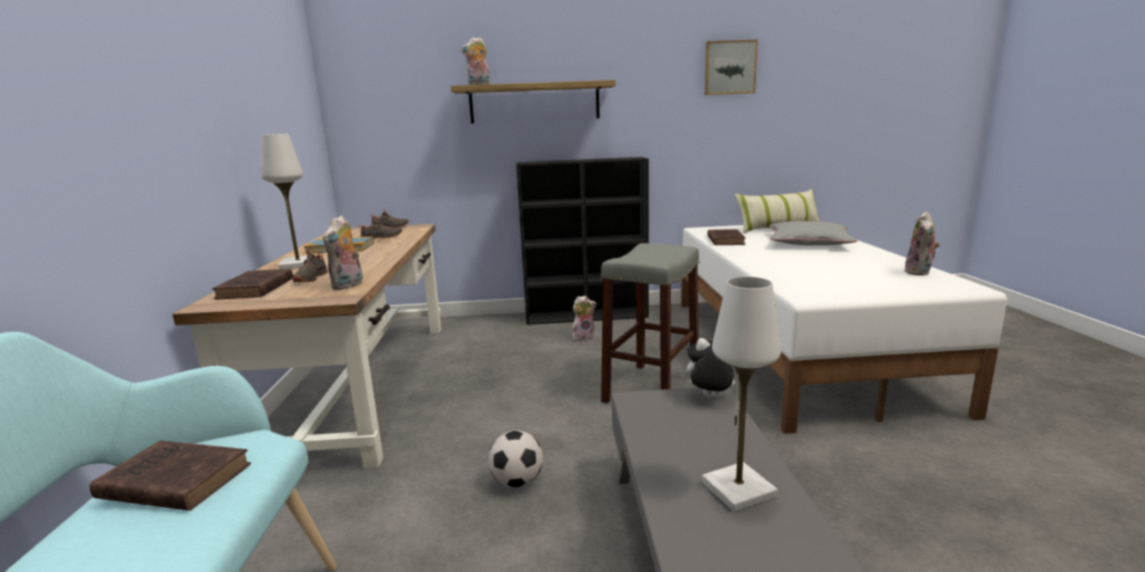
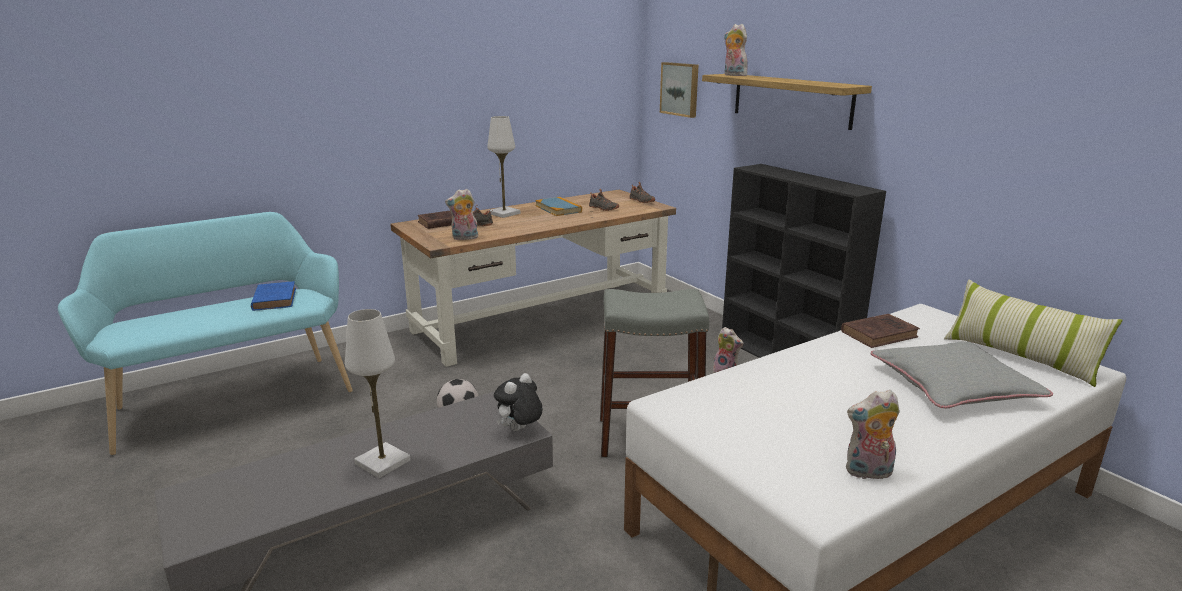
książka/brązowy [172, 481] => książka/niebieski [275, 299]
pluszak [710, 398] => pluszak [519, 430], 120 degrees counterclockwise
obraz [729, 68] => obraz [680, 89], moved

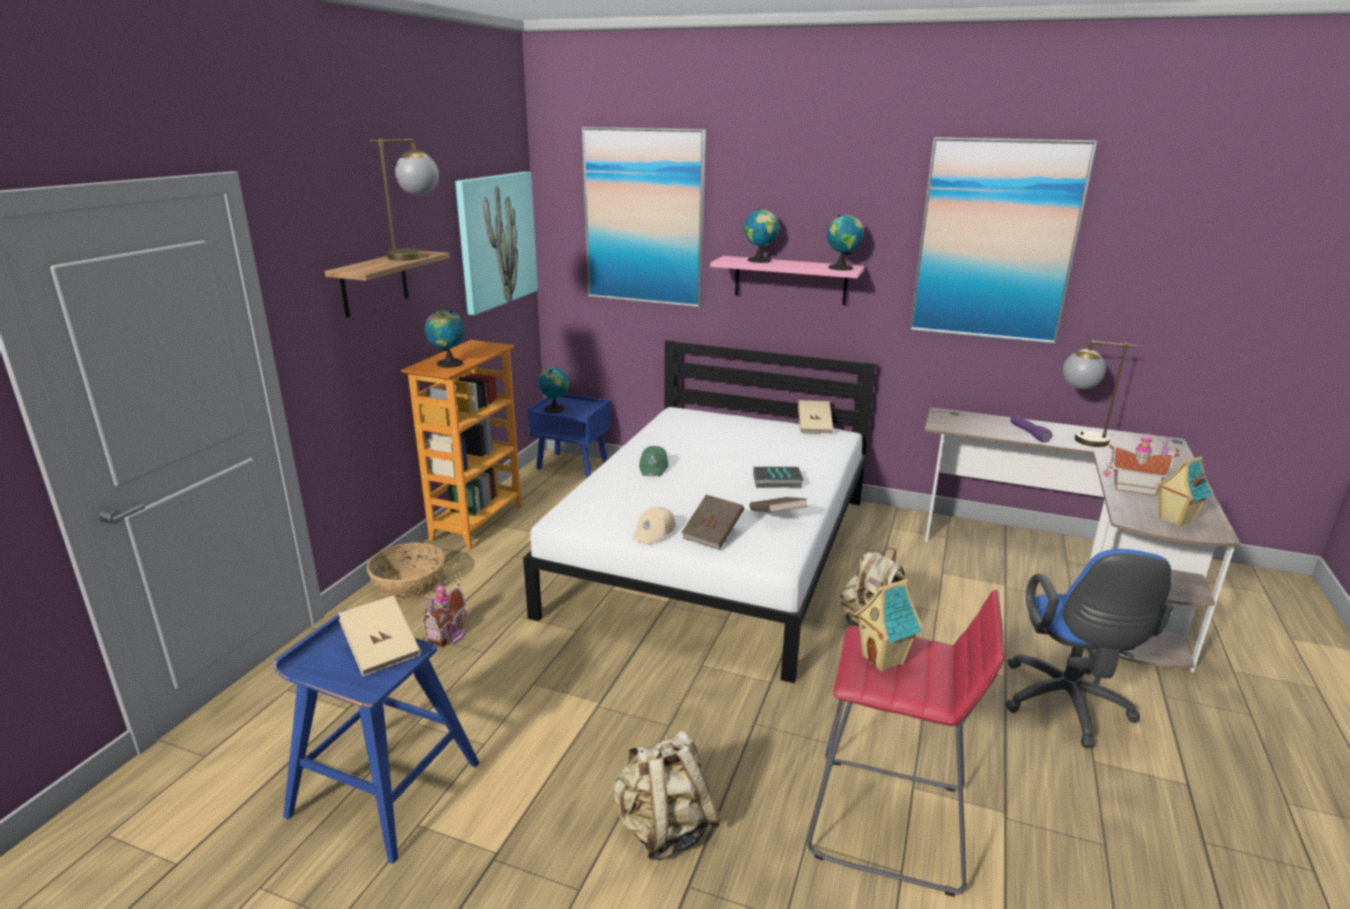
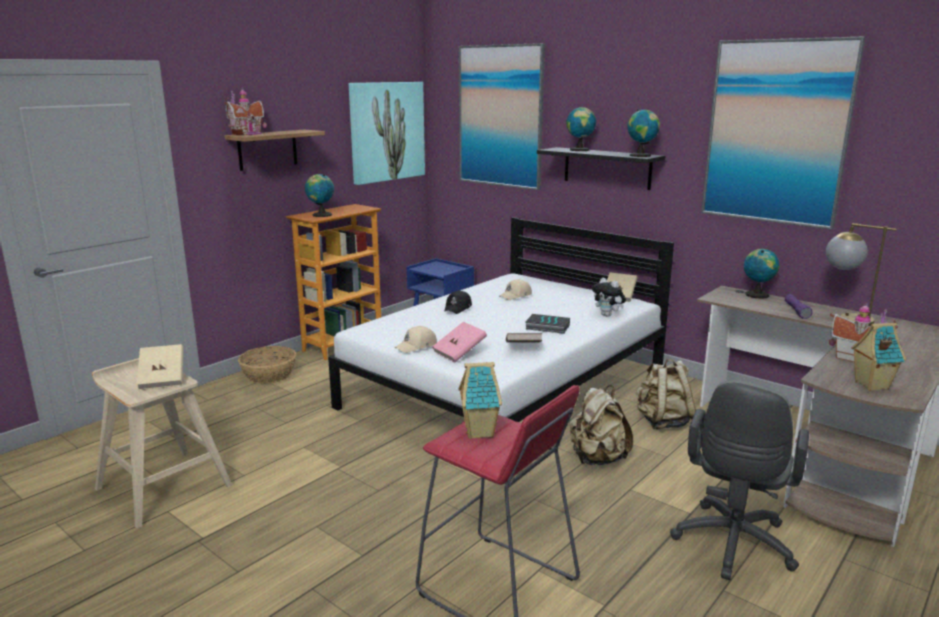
stołek/niebieski [383, 788] => stołek/beżowy [163, 486]
lampa stołowa [417, 256] => nothing
domek [450, 636] => domek [248, 134], moved
globus [554, 409] => globus [757, 294], moved
plecak/beżowy [664, 828] => plecak/beżowy [663, 422], moved
czapka z daszkiem/zielony [654, 467] => czapka z daszkiem/czarny [458, 308]
książka/brązowy [712, 534] => książka/różowy [459, 353]
półka/różowy [790, 280] => półka/czarny [607, 168]
krzesło biurowe/niebieski [1067, 707] => krzesło biurowe/szary [732, 546]
nothing => czapka z daszkiem/beżowy [516, 295]
nothing => pluszak [608, 315]

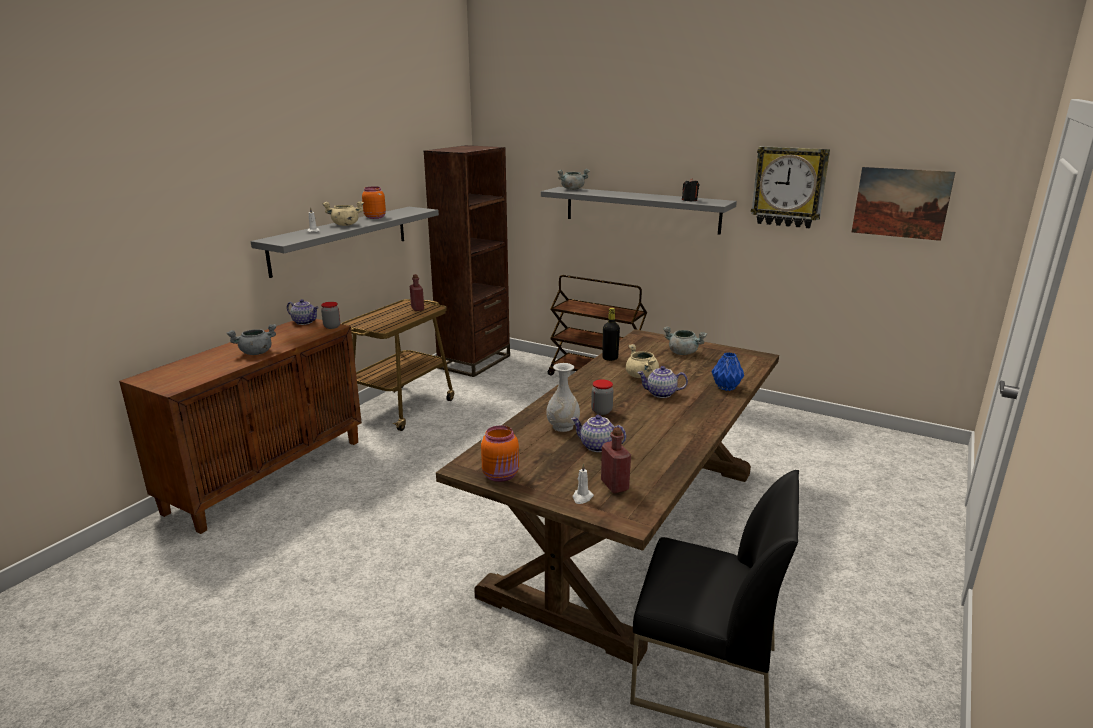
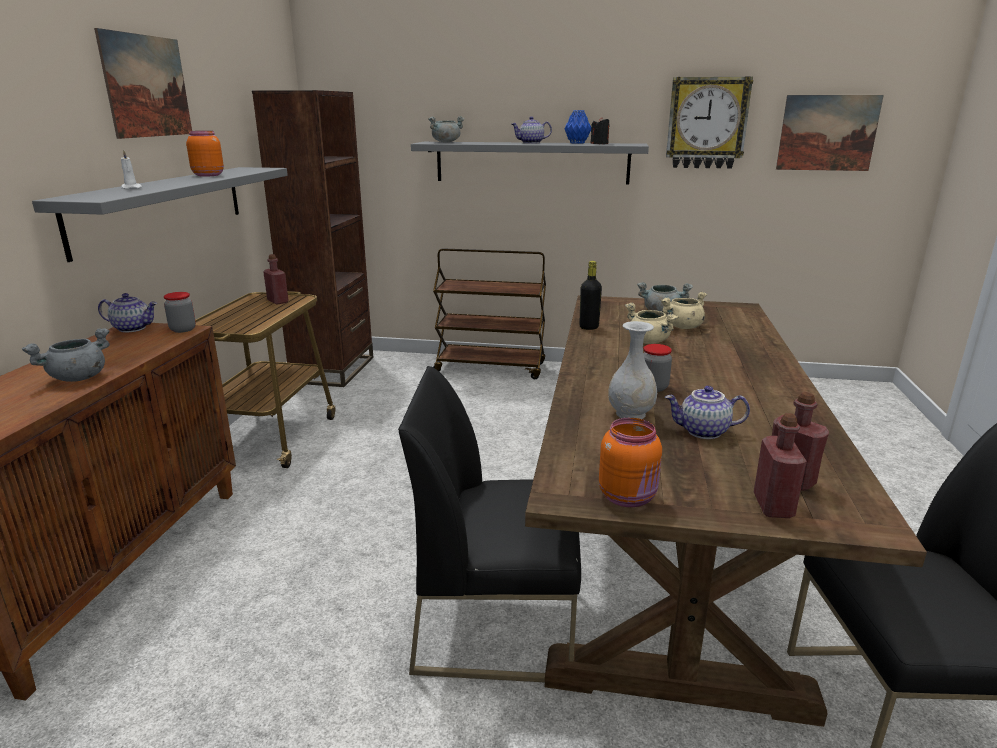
garnek/beżowy [345, 225] => garnek/beżowy [682, 327], moved
świeca/biały [582, 498] => butelka/czerwony [773, 506]
imbryk [661, 394] => imbryk [531, 143], moved
wazon/niebieski [727, 388] => wazon/niebieski [577, 143], moved
nothing => obraz [147, 86]
nothing => krzesło/czarny [497, 623]

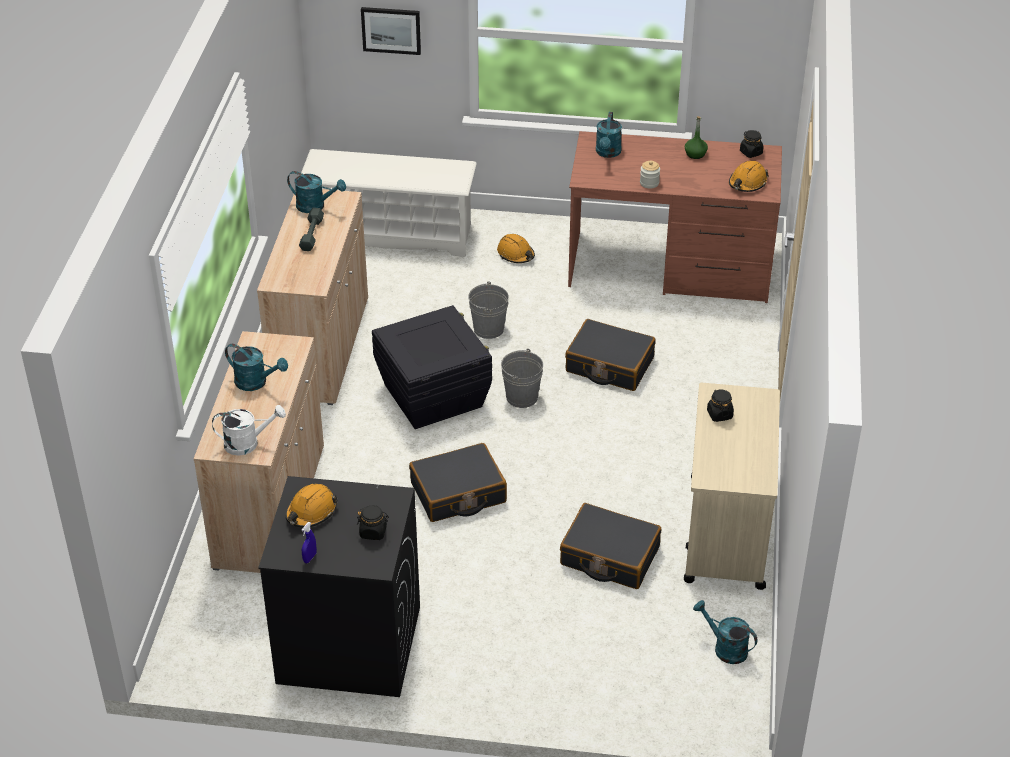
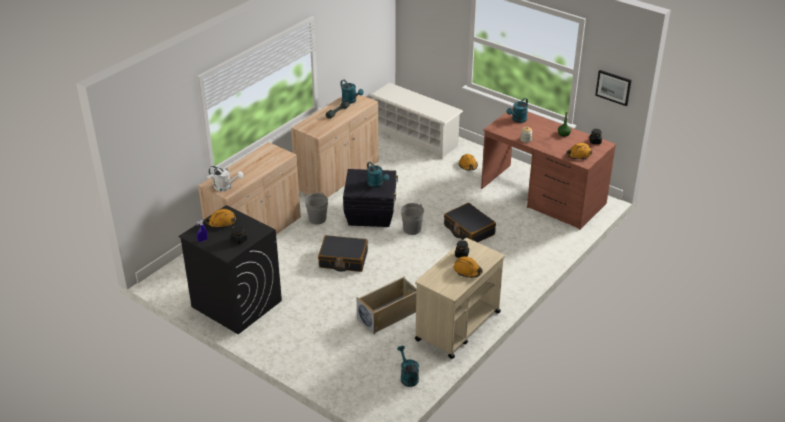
konewka/turkusowy [256, 382] => konewka/turkusowy [377, 184], moved
obraz [391, 30] => obraz [613, 87], moved
wiadro/szary [488, 329] => wiadro/szary [317, 219], moved
walizka/czarny [609, 556] => pojemnik do przechowywania/beżowy [389, 314]
nothing => kask/pomarańczowy [467, 271]

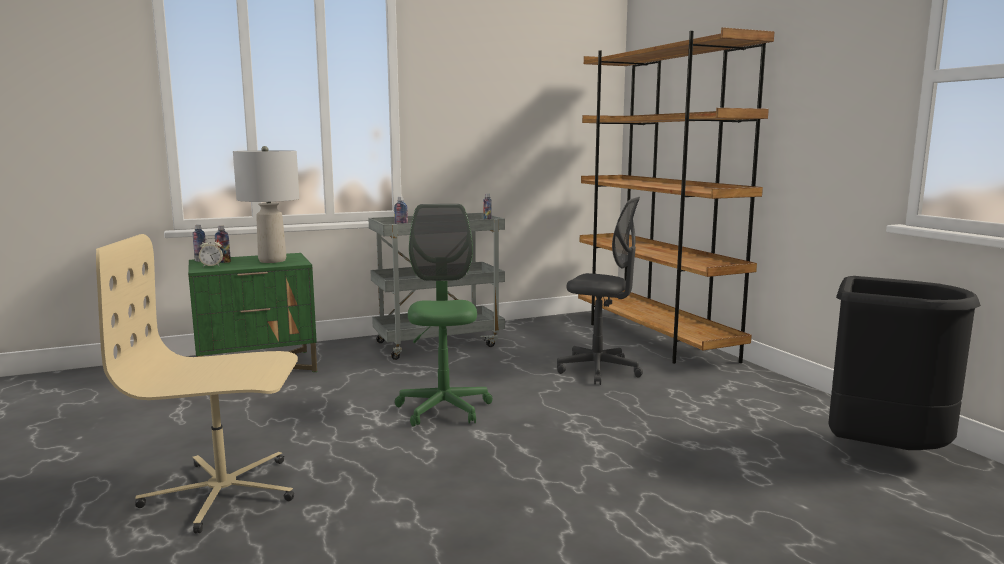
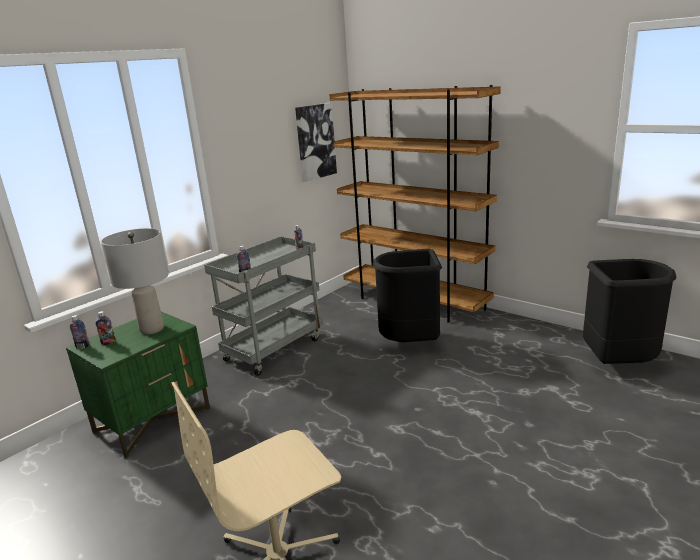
budzik [212, 266] => nothing
krzesło biurowe/zielony [443, 409] => nothing
krzesło biurowe/szary [599, 370] => kosz na śmieci/czarny [411, 343]
nothing => obraz [315, 141]

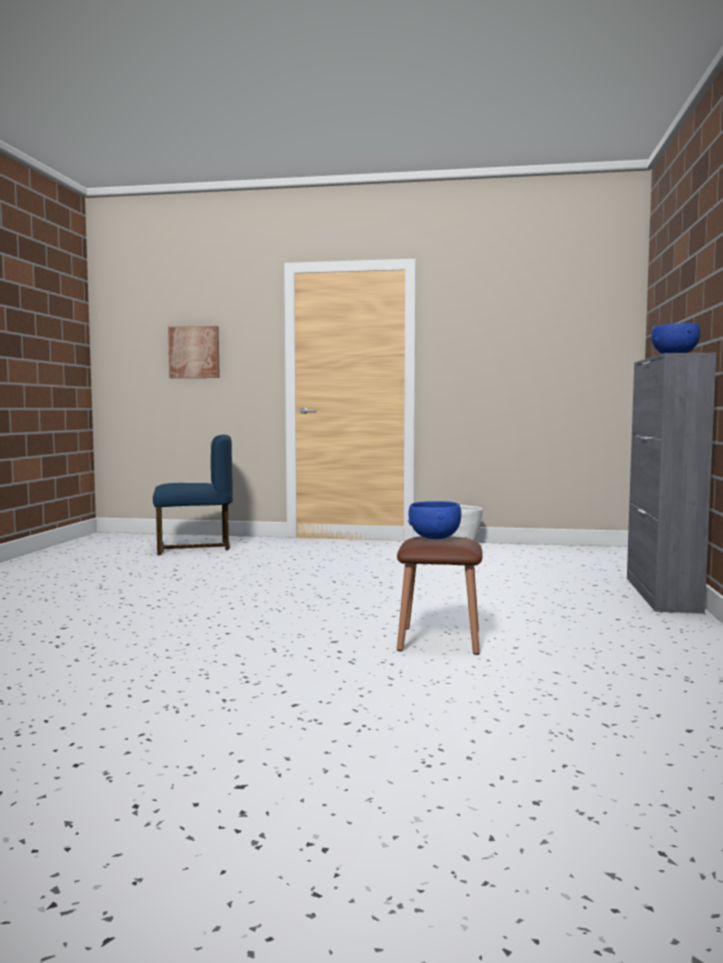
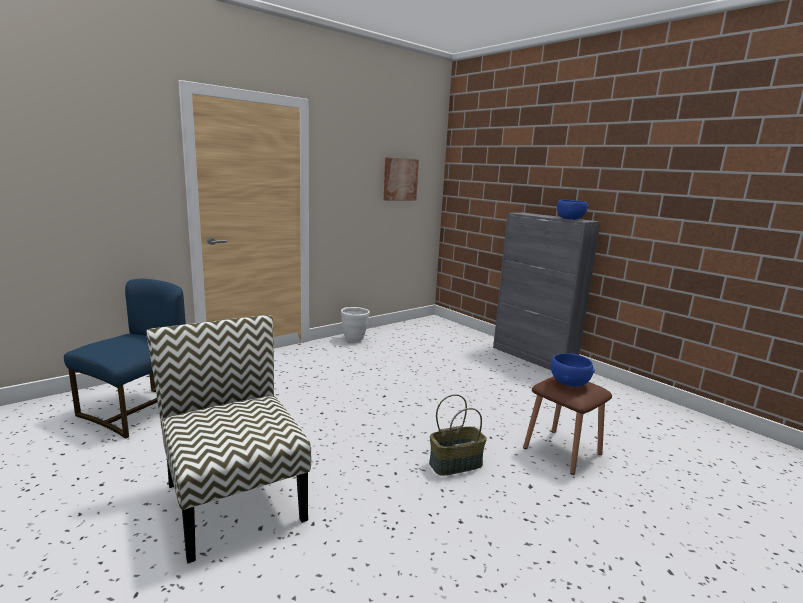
obraz [194, 352] => obraz [400, 179], moved
nothing => krzesło [234, 500]
nothing => koszyk [455, 463]

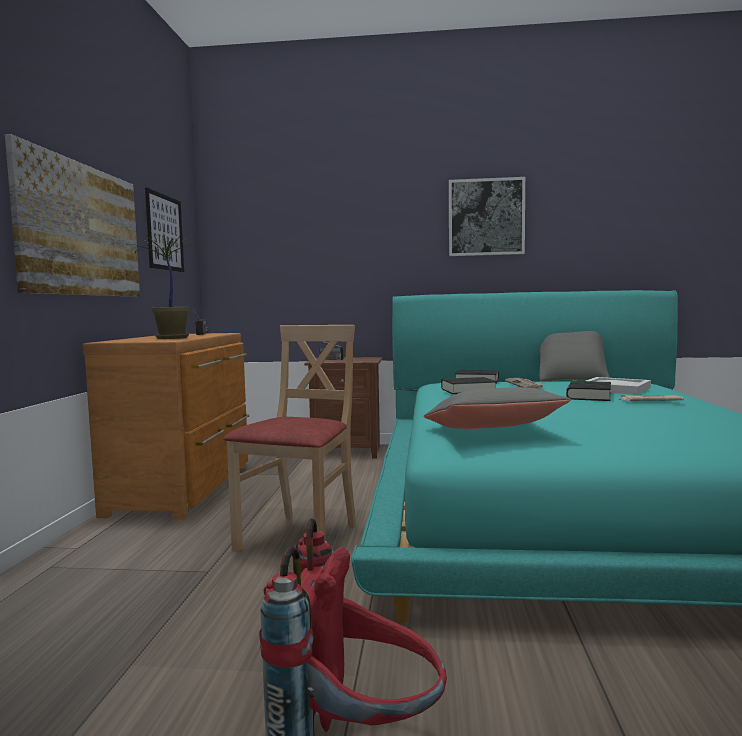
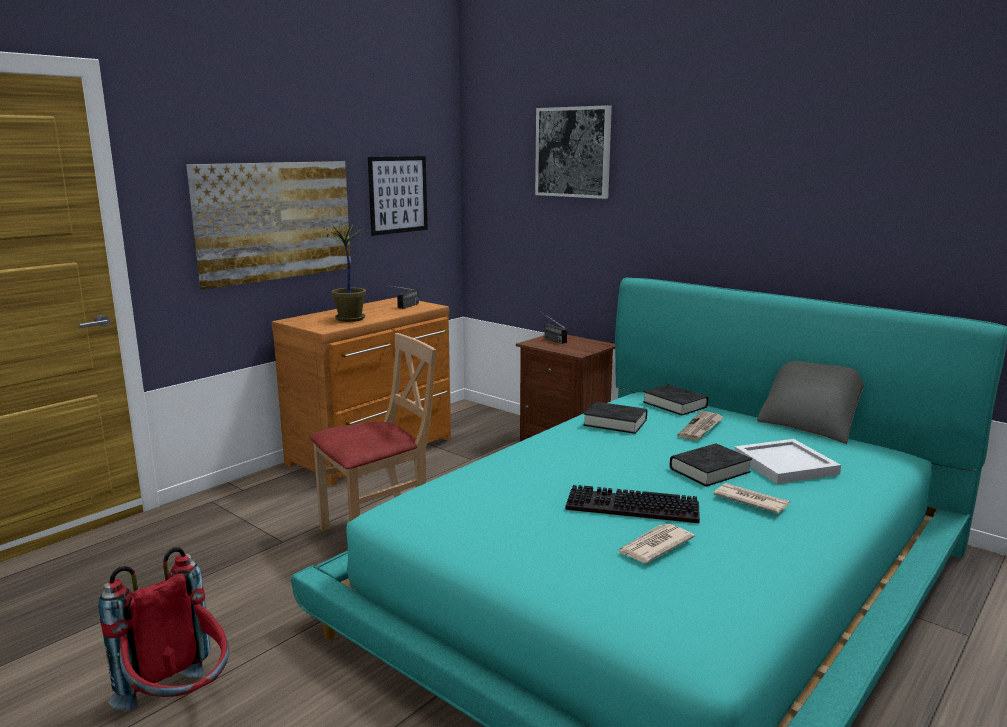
poduszka/szary [491, 432] => nothing
obraz [486, 217] => obraz [573, 152], moved
nothing => klawiatura [629, 508]
nothing => gazeta [654, 546]

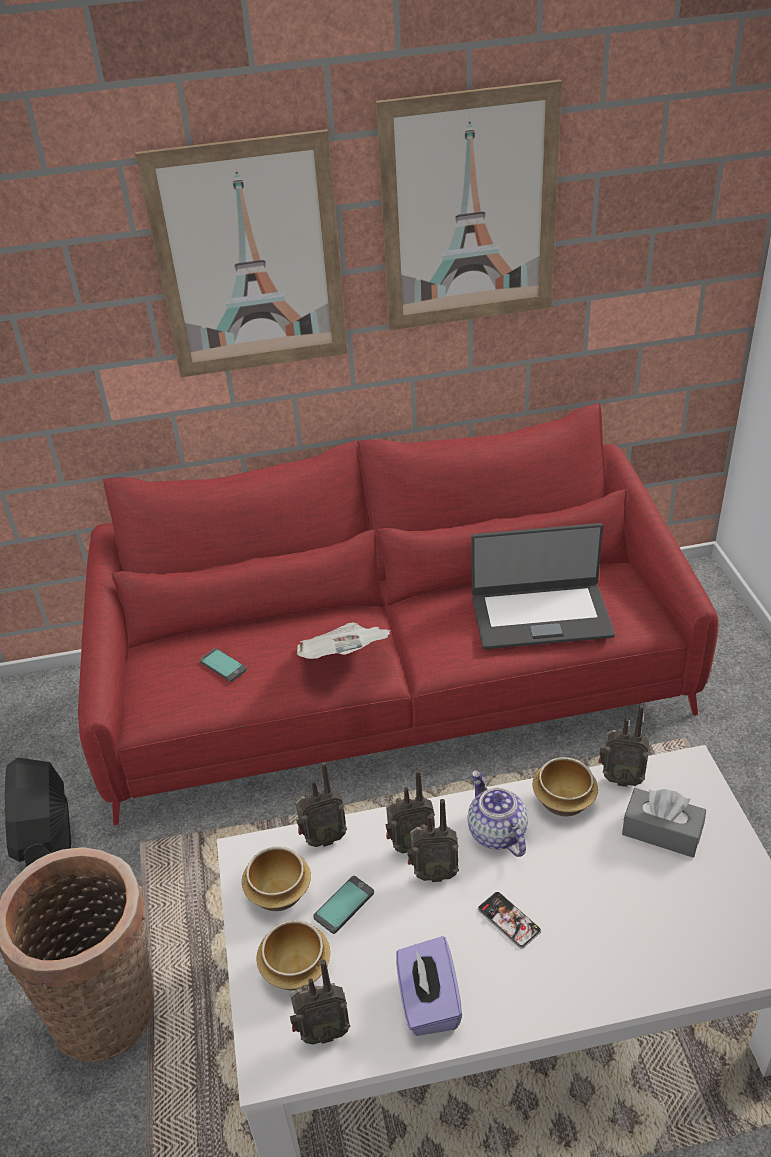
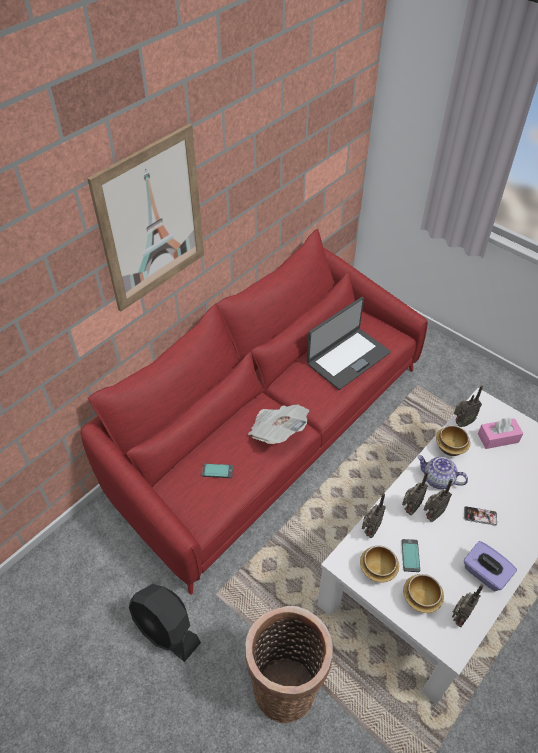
obraz [469, 211] => nothing
pudełko chusteczek/szary [661, 831] => pudełko chusteczek/różowy [498, 438]

